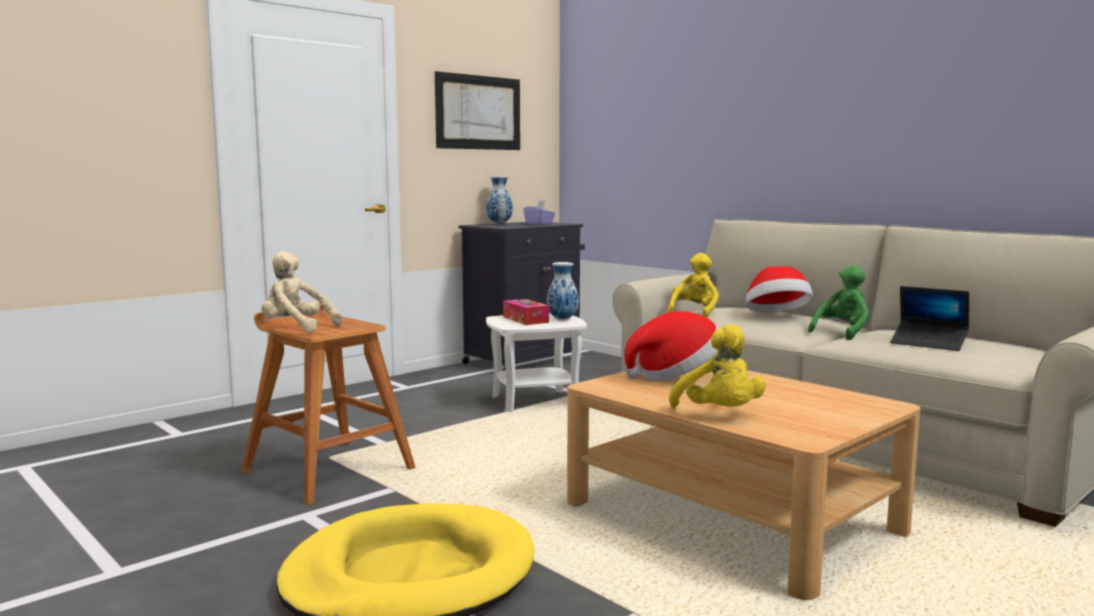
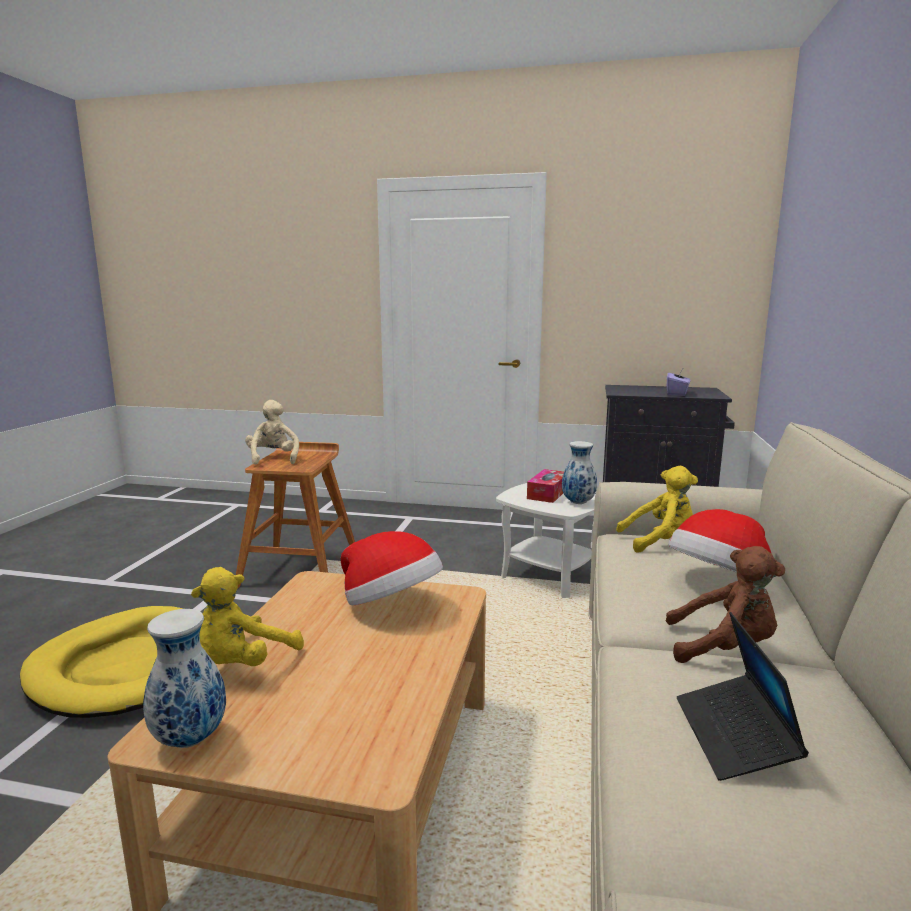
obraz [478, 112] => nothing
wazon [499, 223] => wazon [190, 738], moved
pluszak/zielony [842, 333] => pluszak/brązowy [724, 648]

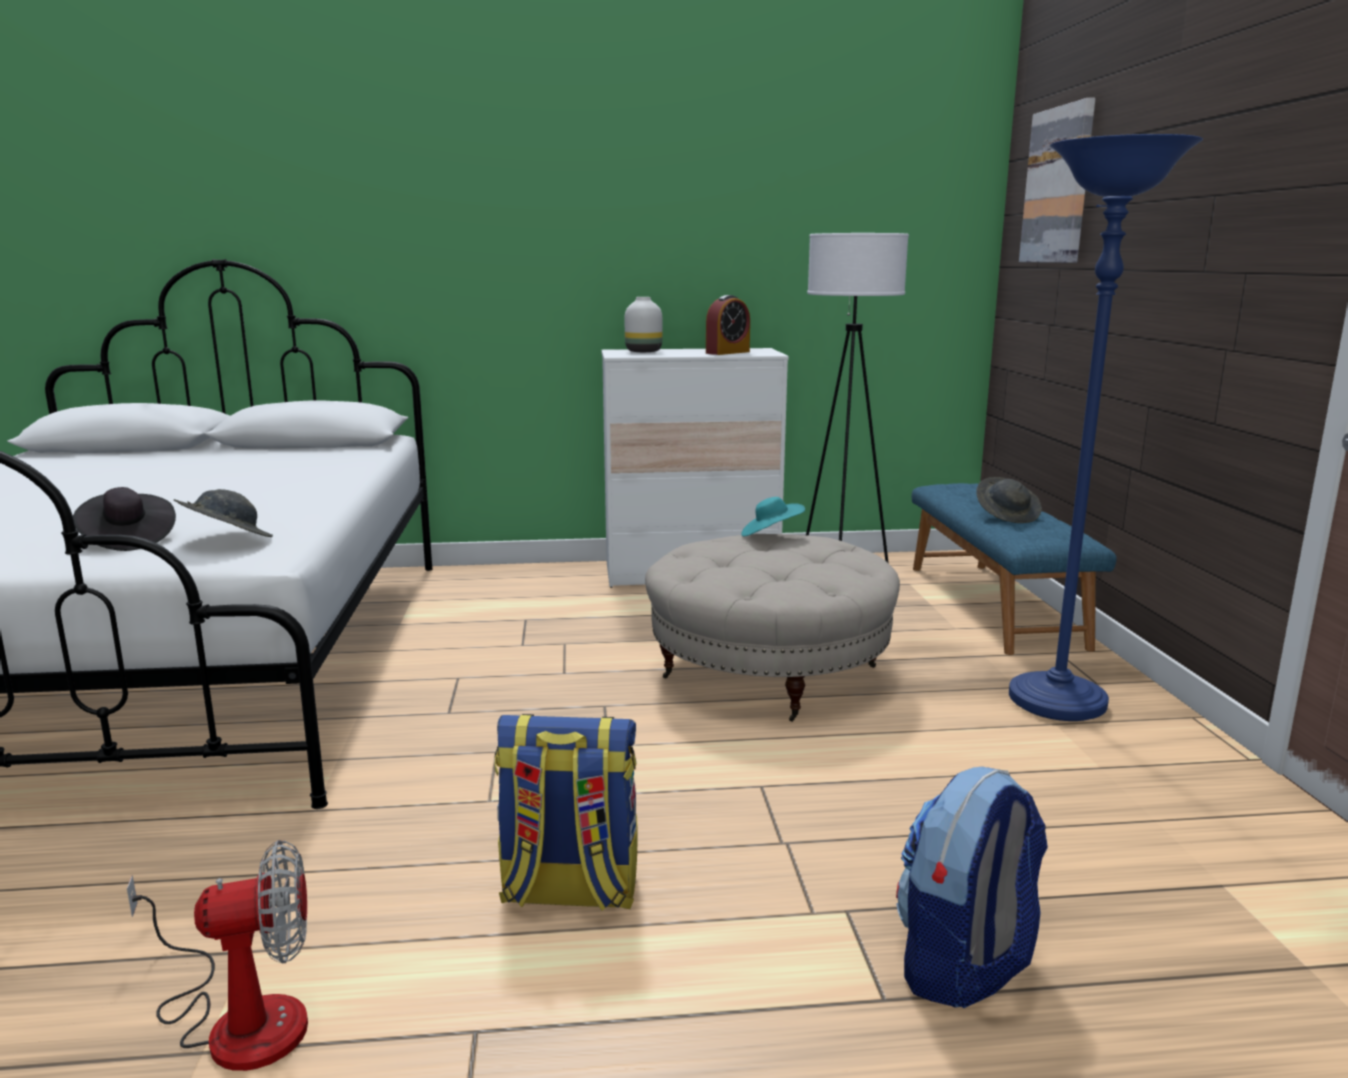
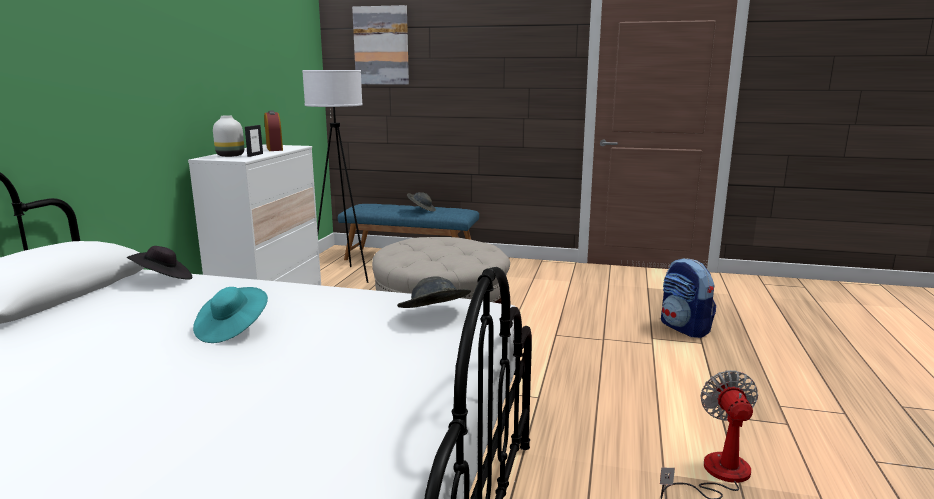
kapelusz/czarny [127, 540] => kapelusz/czarny [163, 280], moved
plecak [569, 891] => nothing
kapelusz/turkusowy [770, 535] => kapelusz/turkusowy [232, 330], moved
lampa stojąca/niebieski [1056, 702] => nothing
nothing => ramka na zdjęcie [255, 155]

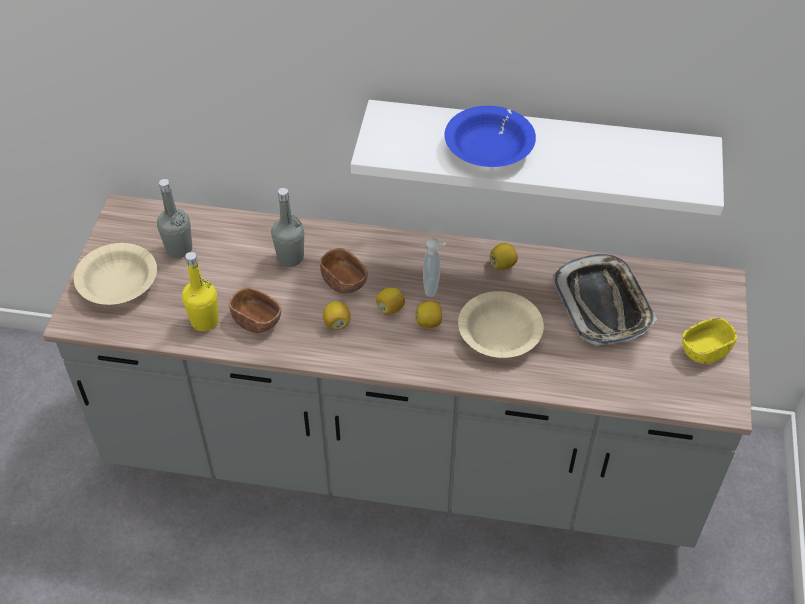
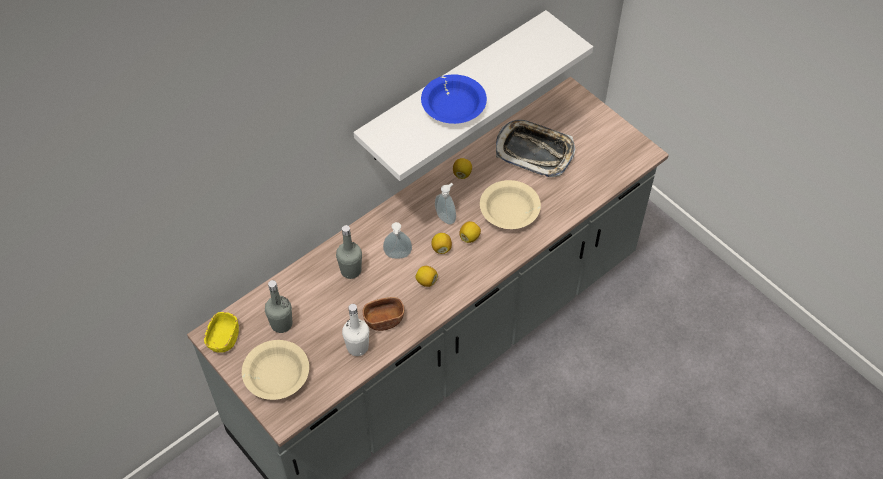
butelka/żółty [205, 321] => butelka/biały [357, 347]
miska/brązowy [344, 281] => dozownik mydła [398, 256]
miska/żółty [705, 350] => miska/żółty [223, 339], moved

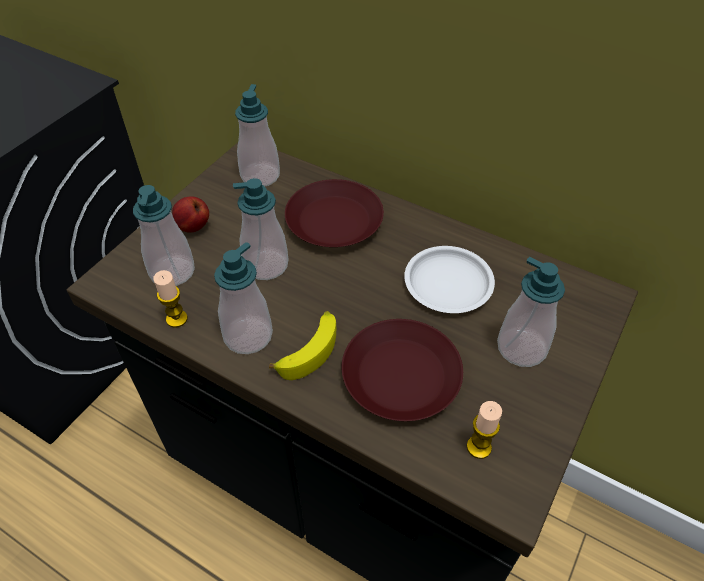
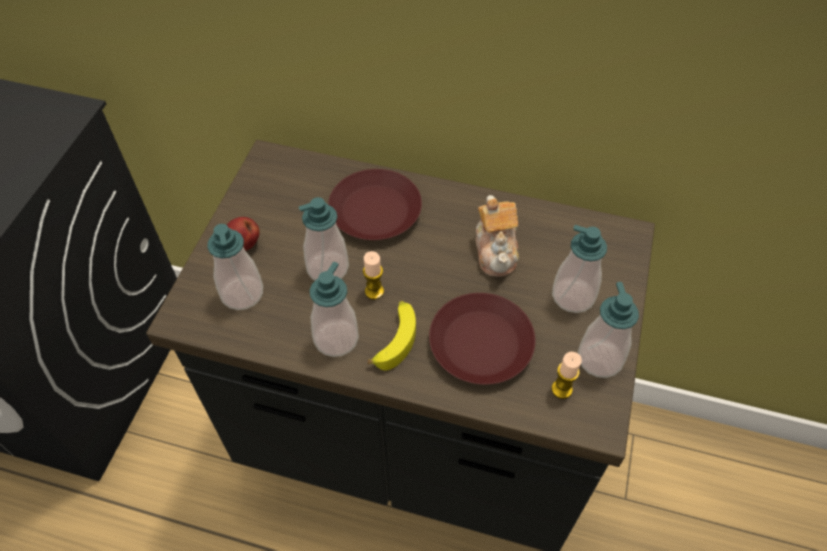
świeca [177, 319] => świeca [374, 291], moved
dozownik mydła [260, 176] => dozownik mydła [600, 359], moved
talerz/biały [449, 283] => imbryk [496, 250]

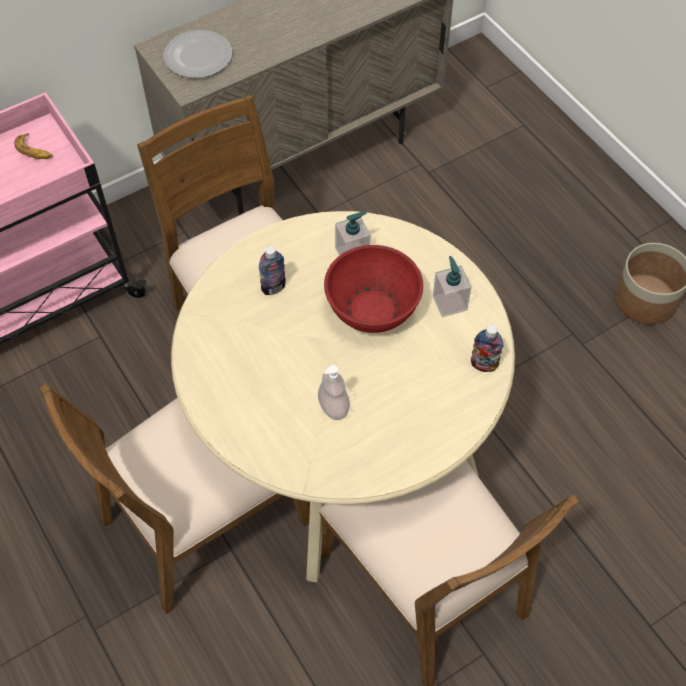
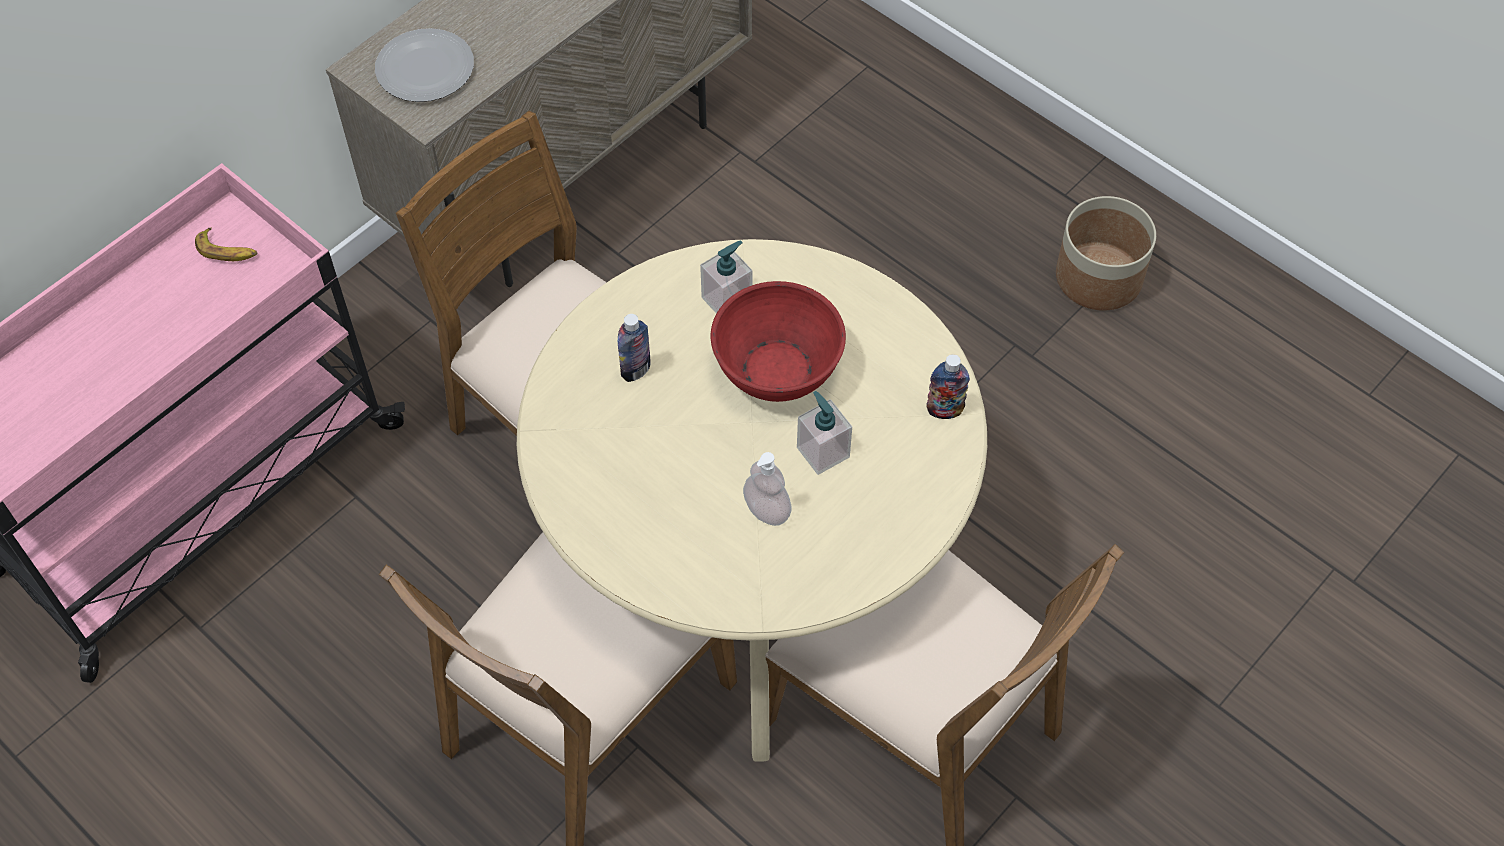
dozownik mydła [449, 303] => dozownik mydła [822, 452], moved

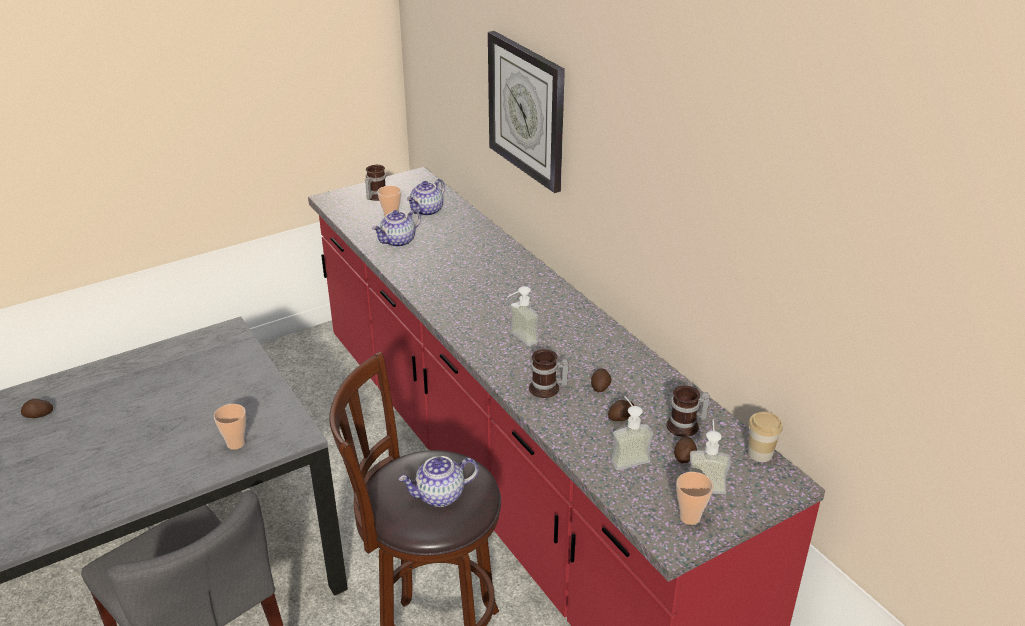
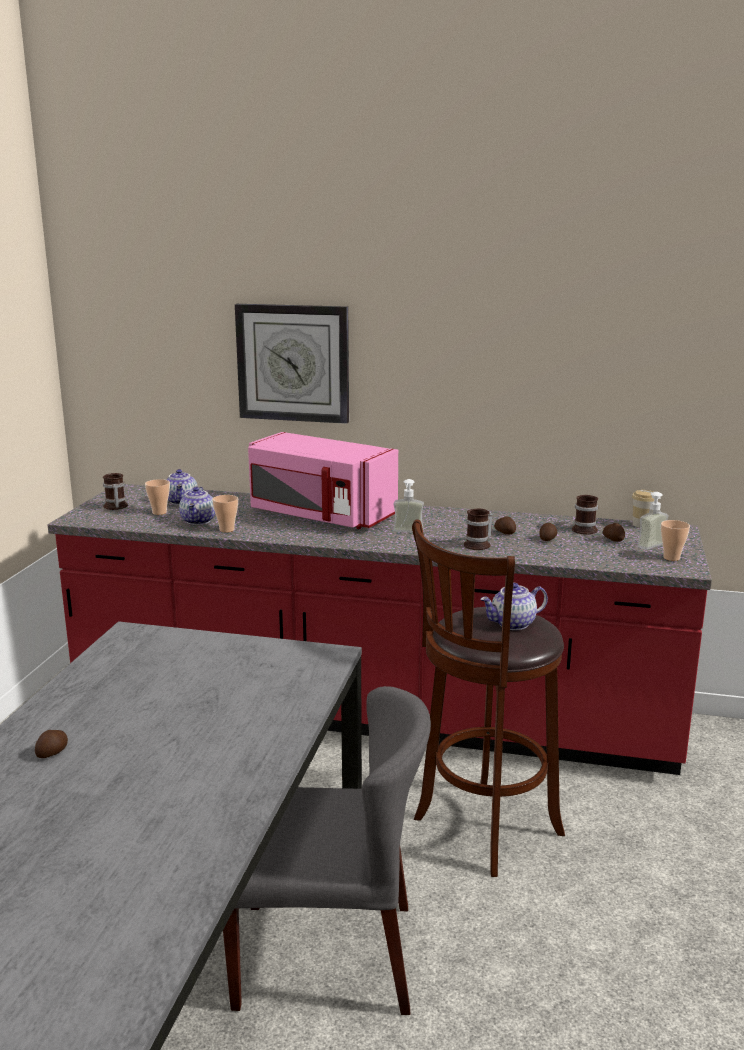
filiżanka [236, 443] => filiżanka [226, 529], moved
imbryk [440, 495] => imbryk [513, 624], 45 degrees clockwise
dozownik mydła [627, 456] => nothing
nothing => mikrofalówka/różowy [319, 515]

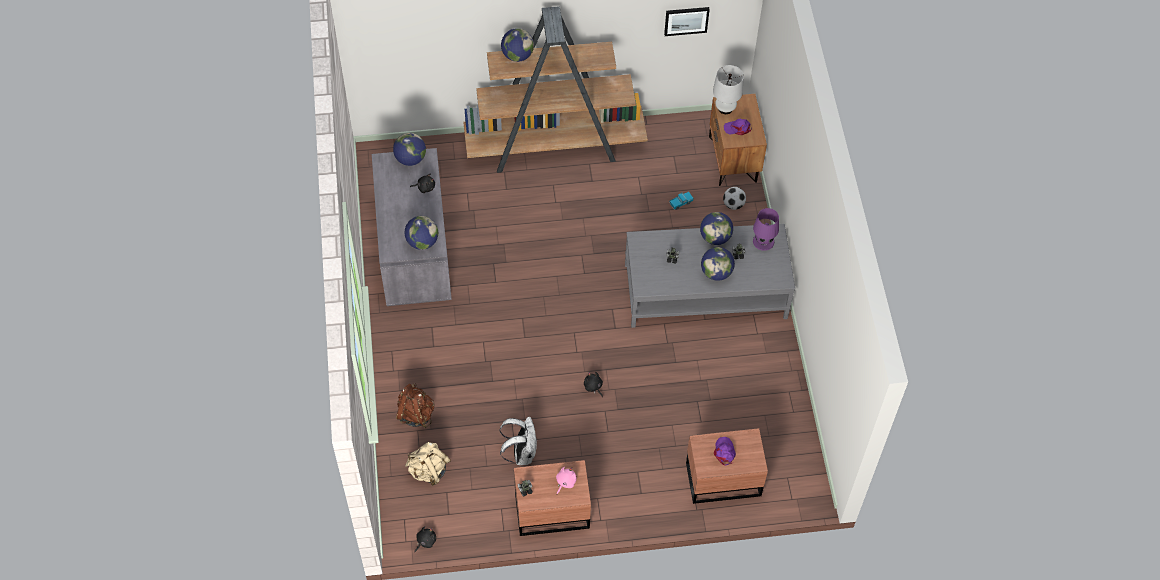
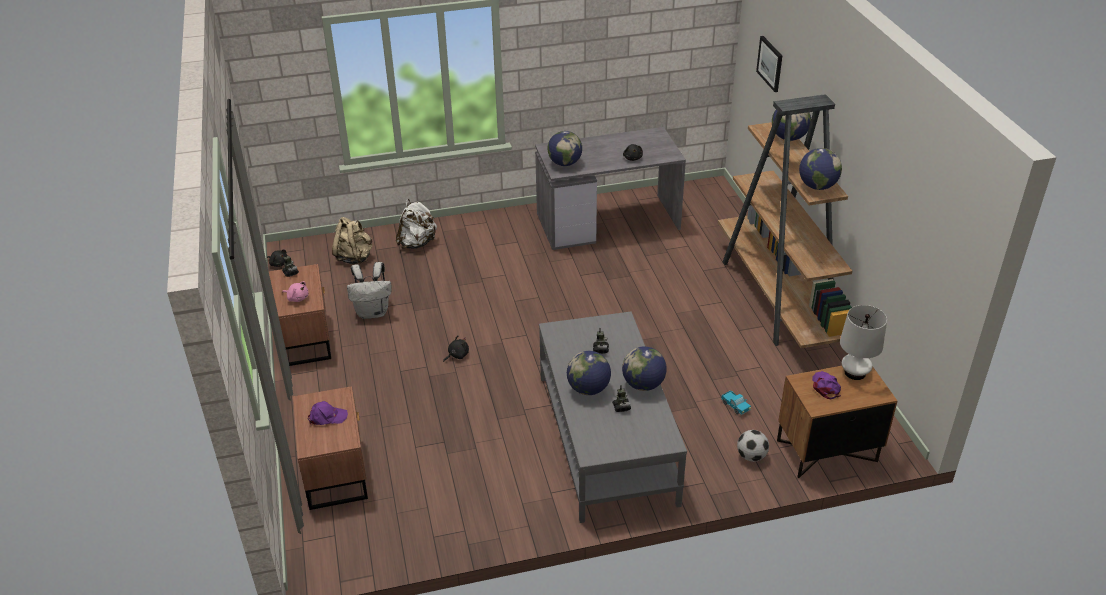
globus [410, 159] => globus [817, 186], moved
plecak/brązowy [415, 414] => plecak/biały [417, 243]
obraz [686, 20] => obraz [770, 63], moved
lampa stołowa/fioletowy [763, 241] => nothing

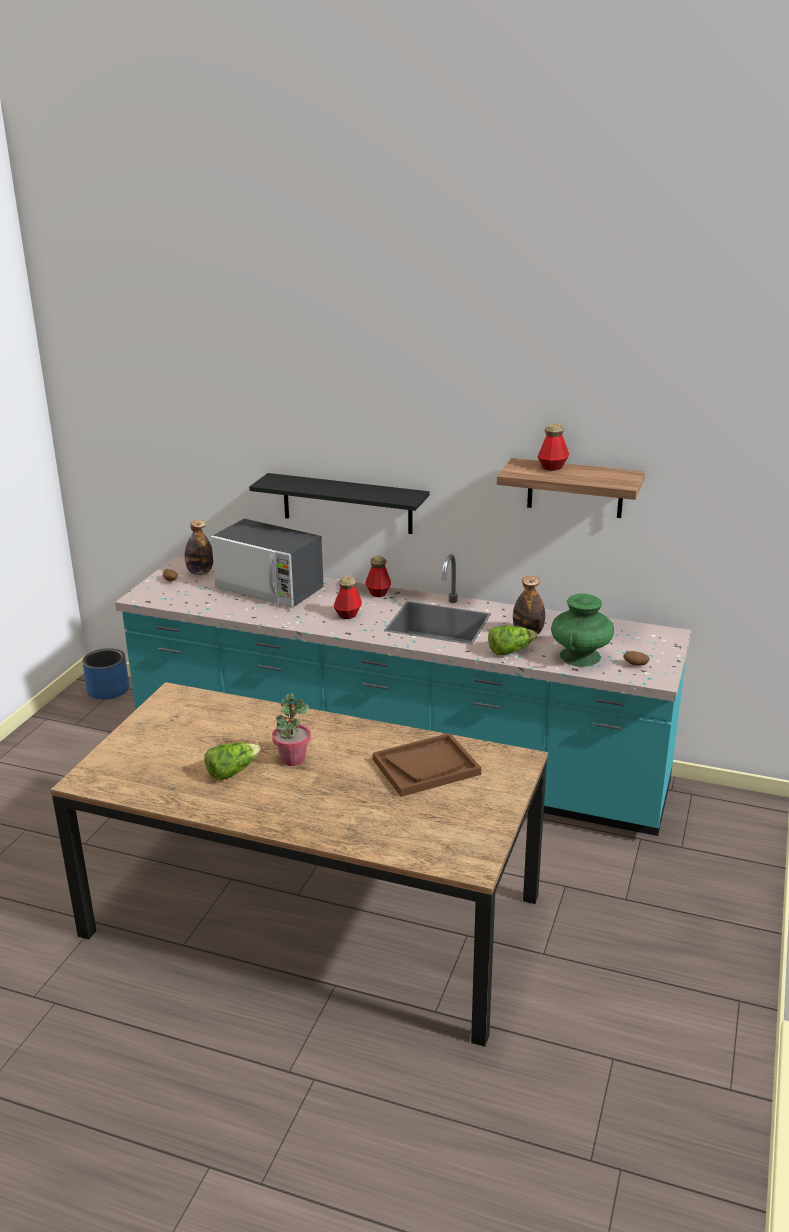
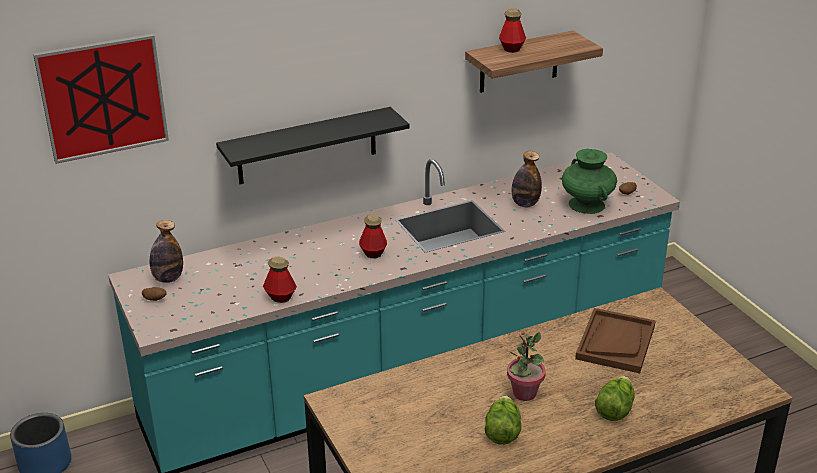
mikrofalówka [270, 589] => nothing
butelka [378, 593] => butelka [280, 297], moved
sałata [510, 651] => sałata [614, 409], moved
nothing => obraz [103, 97]

